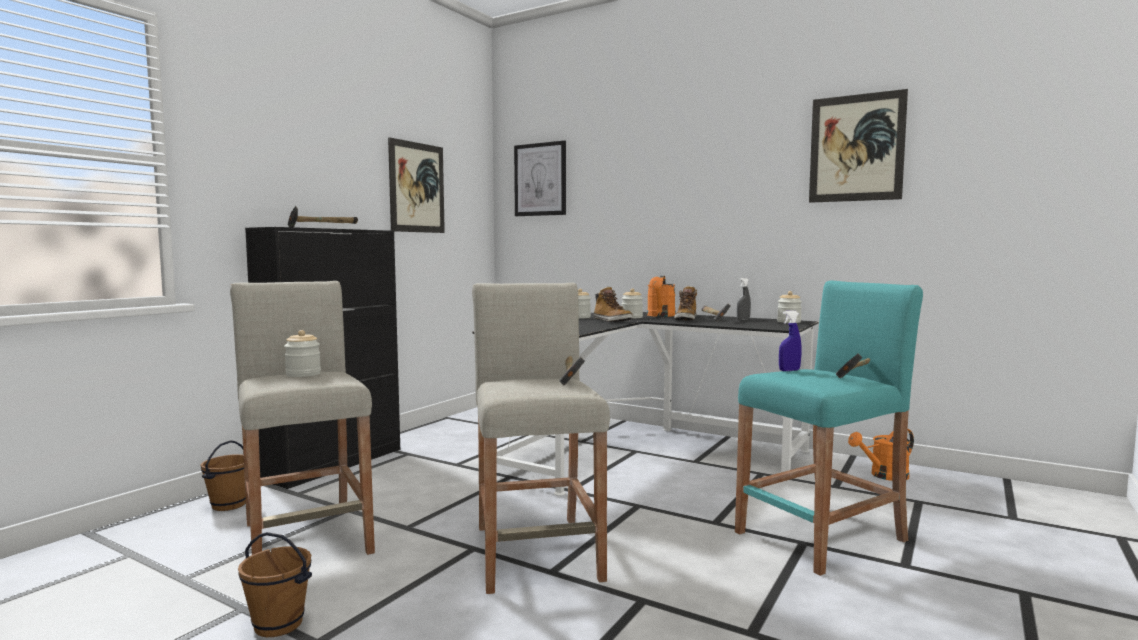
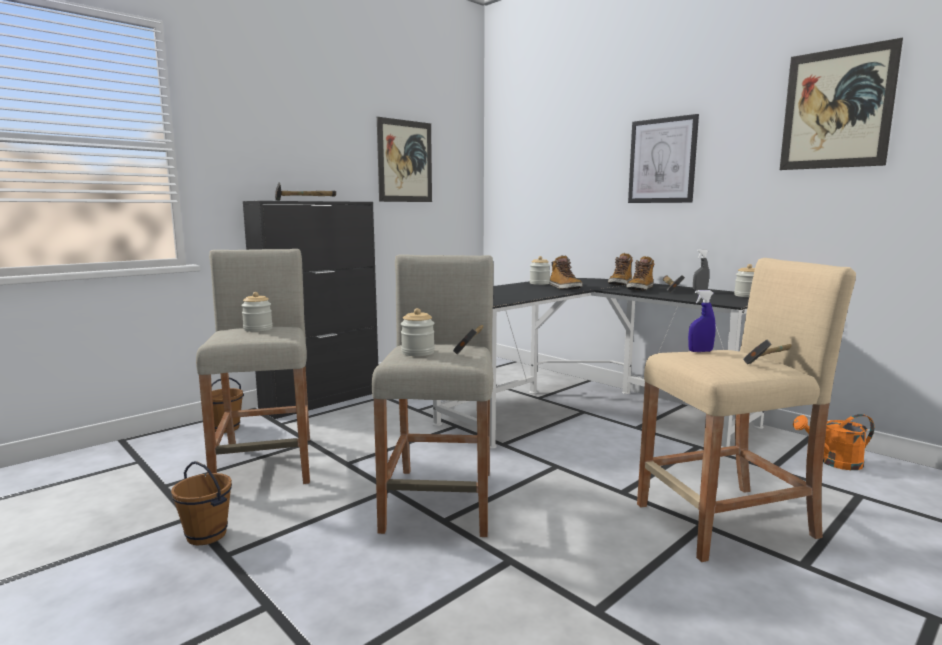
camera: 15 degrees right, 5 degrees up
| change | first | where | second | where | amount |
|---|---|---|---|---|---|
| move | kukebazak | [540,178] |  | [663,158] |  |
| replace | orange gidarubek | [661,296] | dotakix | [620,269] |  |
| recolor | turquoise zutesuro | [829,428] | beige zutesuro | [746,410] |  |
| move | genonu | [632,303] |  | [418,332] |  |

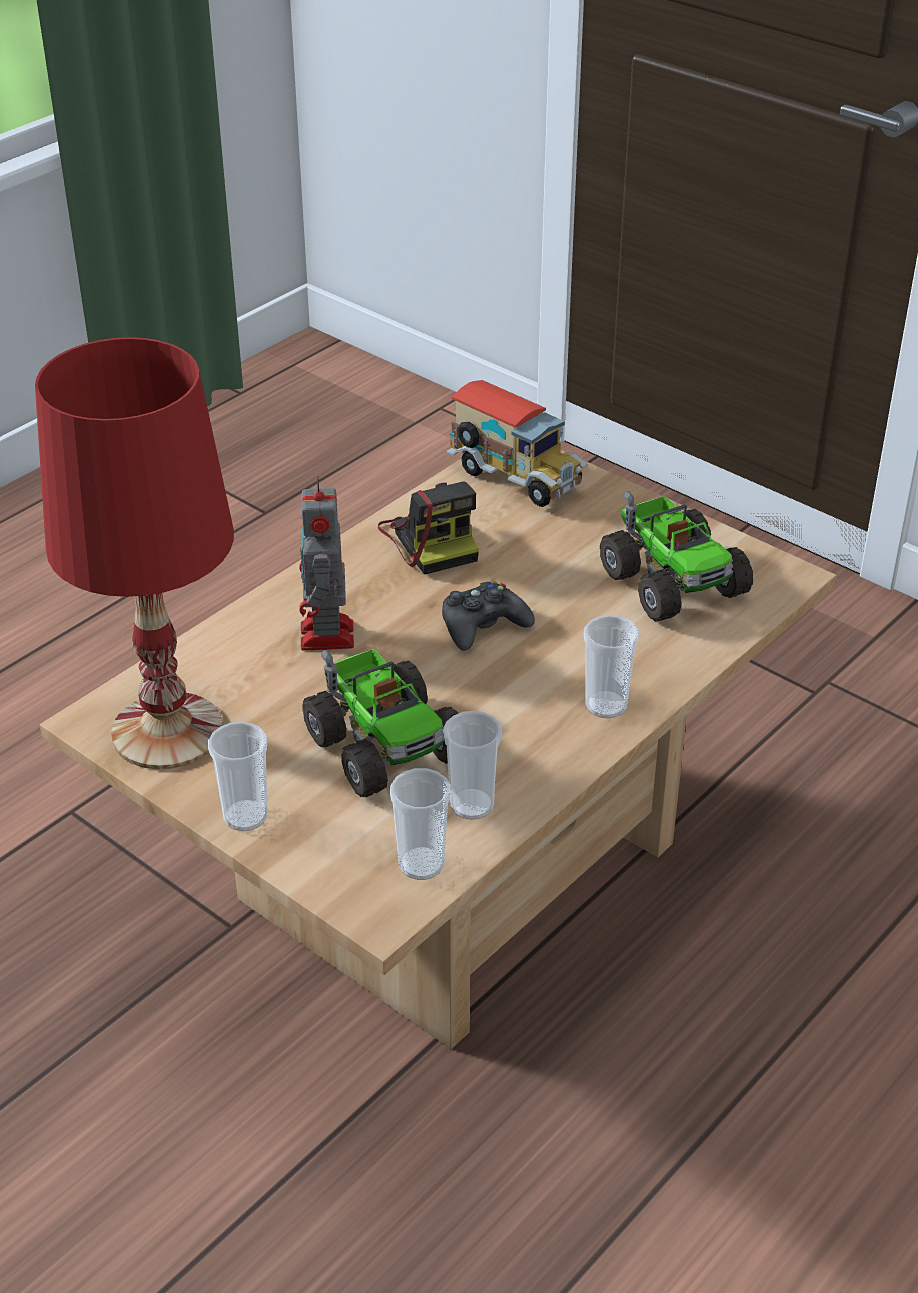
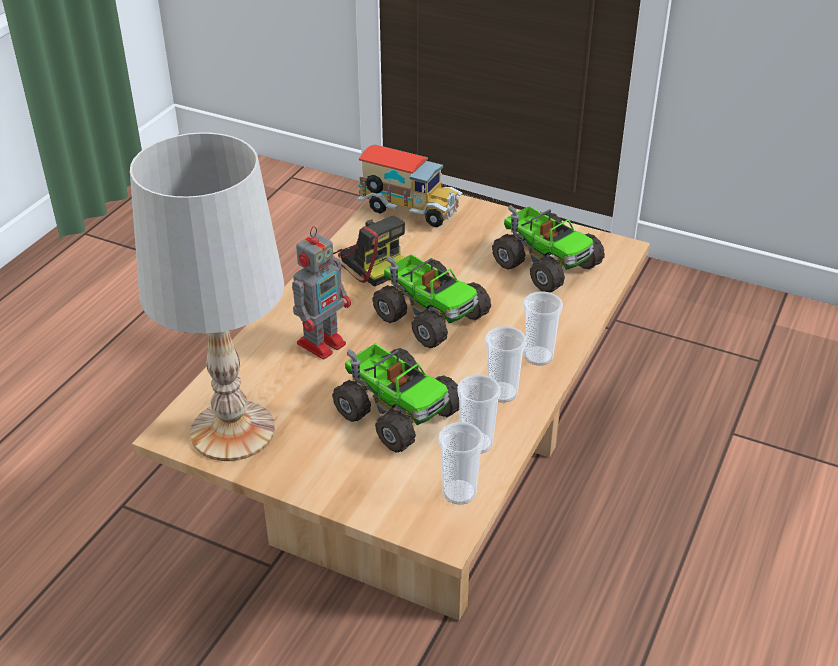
camera: 15 degrees left, 0 degrees up
| change | first | where | second | where | amount |
|---|---|---|---|---|---|
| recolor | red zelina | [134,553] | white zelina | [207,296] |  |
| rotate | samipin | [326,563] |  | [321,292] | 120 degrees counterclockwise |
| replace | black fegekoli | [488,616] | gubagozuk | [431,301] |  |
| move | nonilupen | [238,776] |  | [505,364] |  |

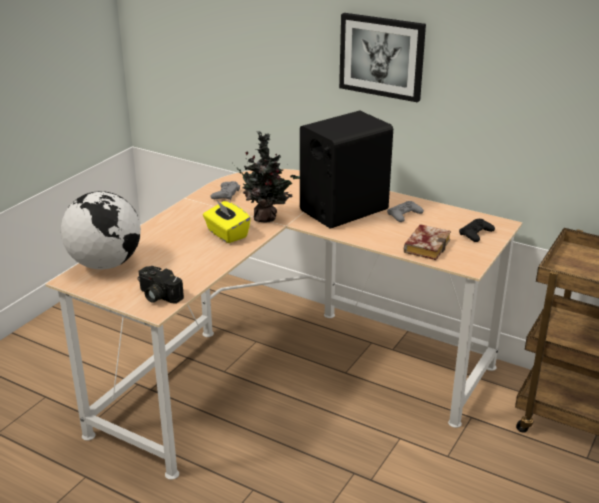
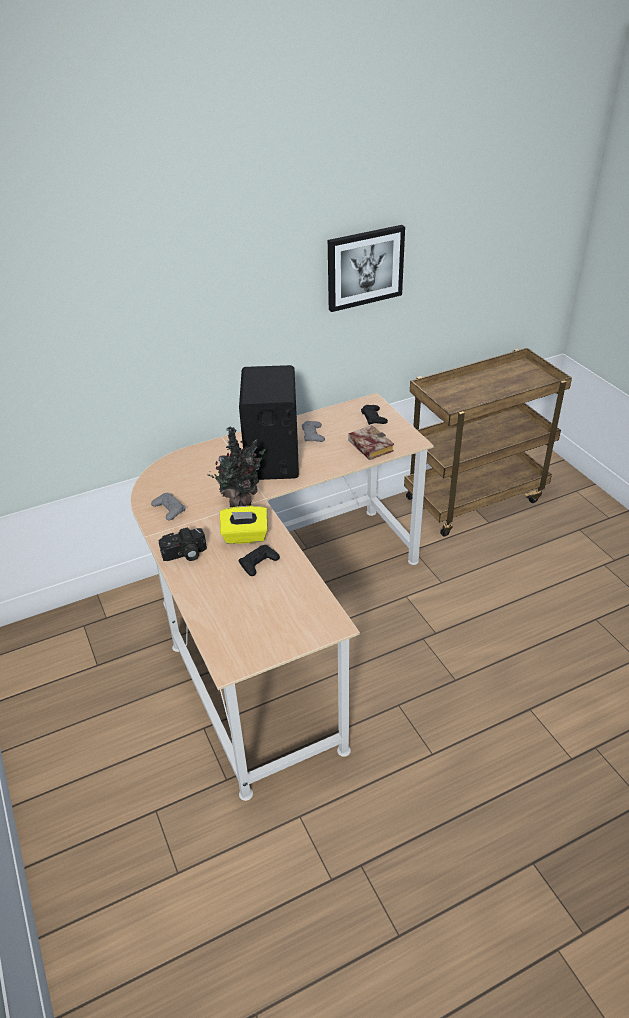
camera: 55 degrees left, 10 degrees up
| change | first | where | second | where | amount |
|---|---|---|---|---|---|
| move | kukebazak | [382,57] |  | [366,268] |  |
| delete | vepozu | [101,230] |  |  |  |
| move | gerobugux | [161,285] |  | [182,544] |  |
| insert |  |  | black fegekoli | [259,560] |  |

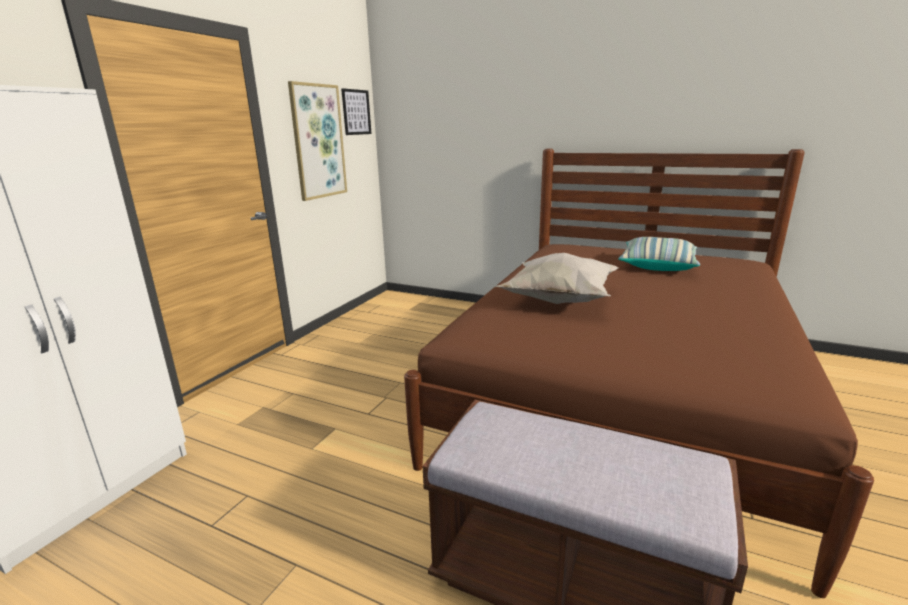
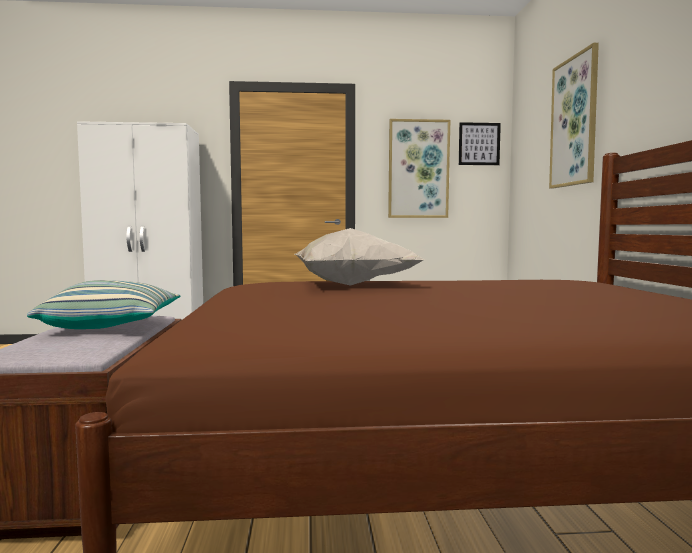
camera: 60 degrees right, 15 degrees down
| change | first | where | second | where | amount |
|---|---|---|---|---|---|
| move | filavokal | [659,254] |  | [103,304] |  |
| insert |  |  | kukebazak | [574,116] |  |

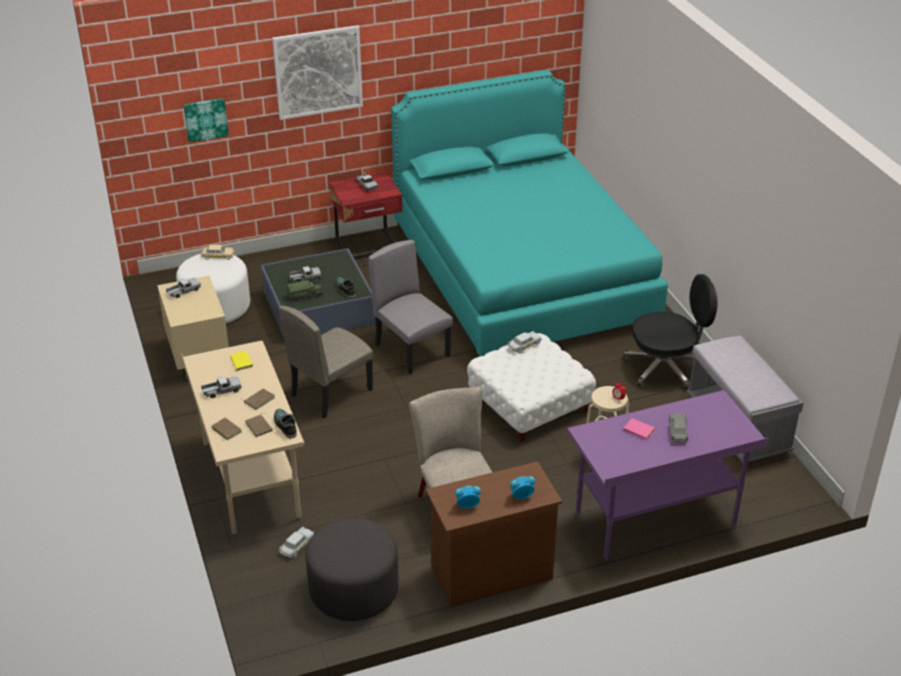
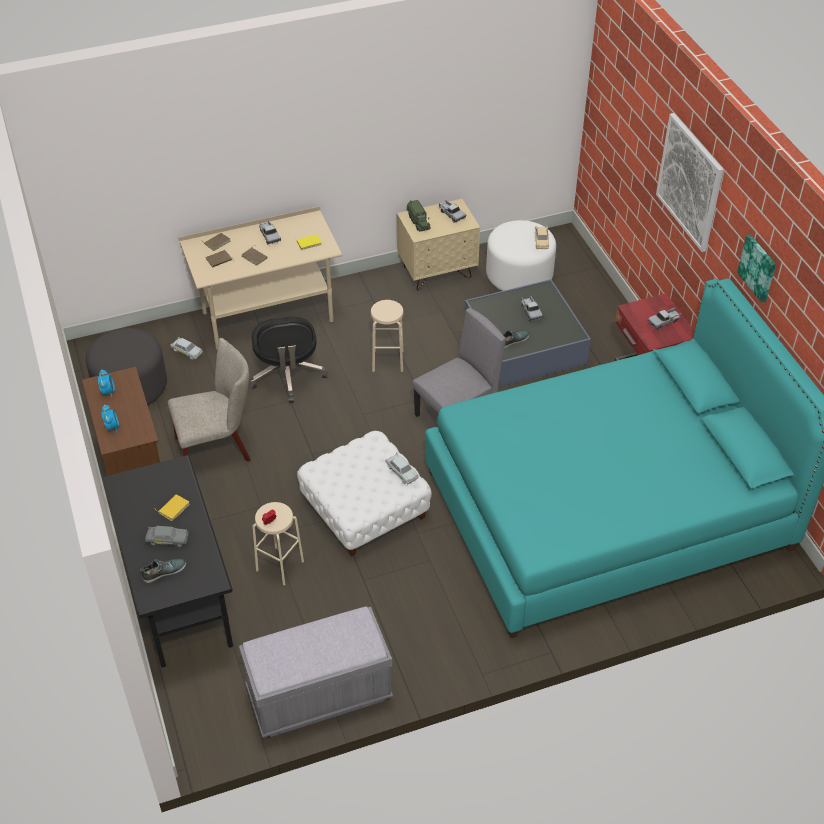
camera: 90 degrees right, 10 degrees up
| change | first | where | second | where | amount |
|---|---|---|---|---|---|
| move | kukebazak | [206,120] |  | [756,268] |  |
| move | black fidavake | [670,332] |  | [288,360] |  |
| move | gubagozuk | [305,290] |  | [419,216] |  |
| replace | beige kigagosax | [326,362] | beige zutesuro | [387,336] |  |
| recolor | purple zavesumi | [668,475] | black zavesumi | [167,562] |  |
| move | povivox | [285,423] |  | [163,570] |  |
| recolor | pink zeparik | [639,429] | yellow zeparik | [172,507] |  |

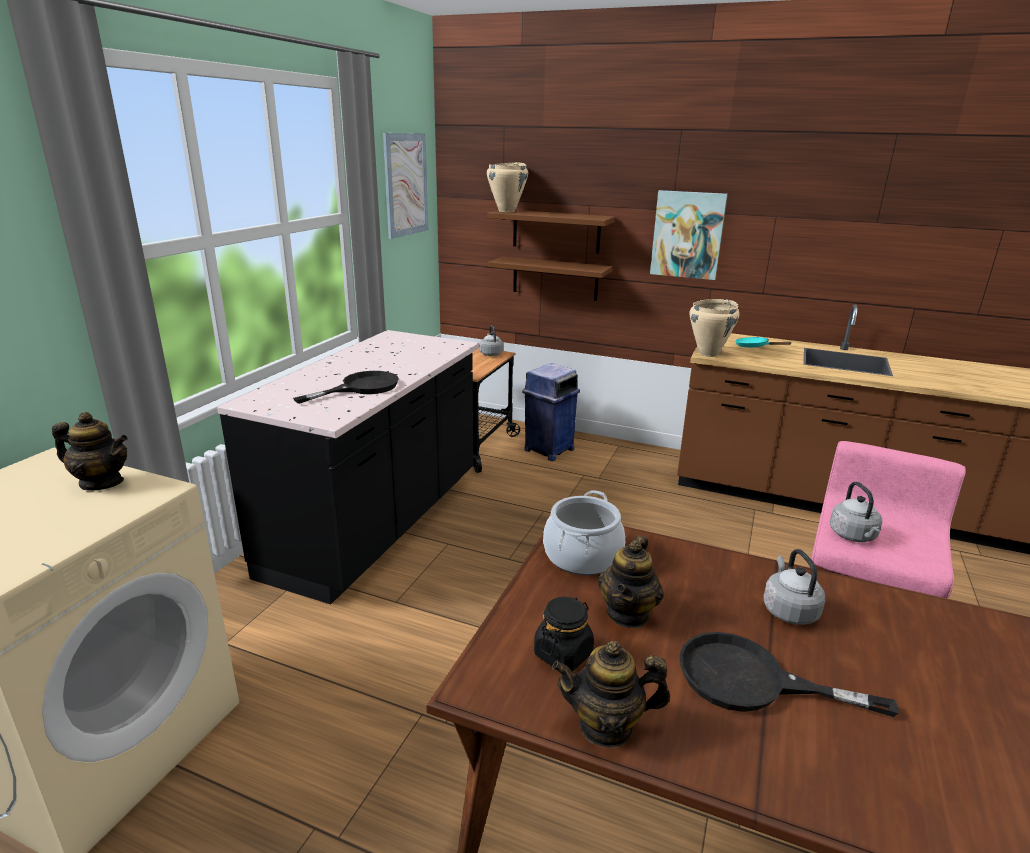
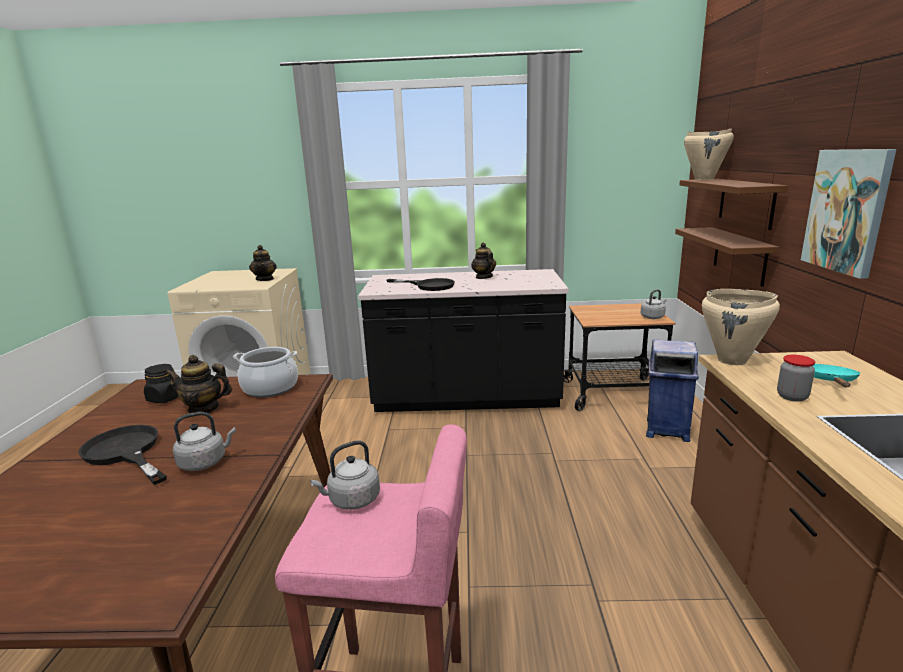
camera: 70 degrees right, 5 degrees down
| change | first | where | second | where | amount |
|---|---|---|---|---|---|
| delete | kukebazak | [406,186] |  |  |  |
| rotate | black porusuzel | [788,674] |  | [122,455] | 45 degrees counterclockwise |
| move | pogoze | [611,694] |  | [483,261] |  |
| insert |  |  | genonu | [796,378] |  |

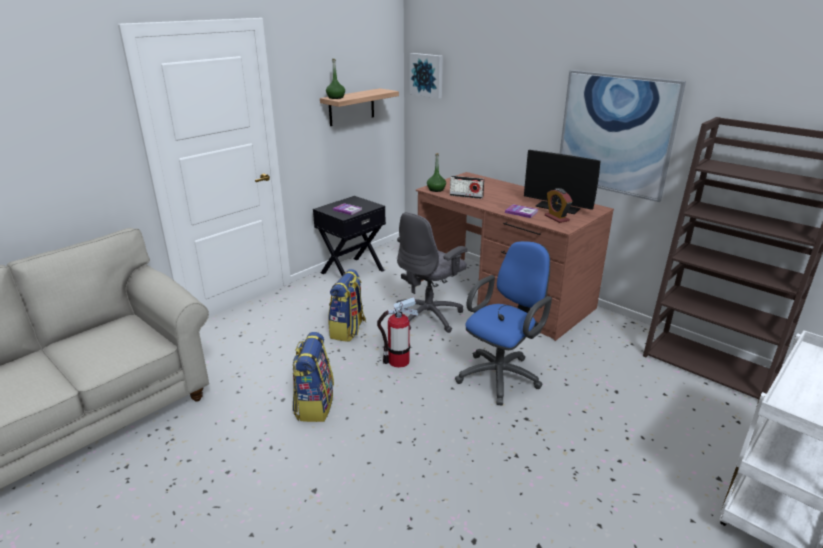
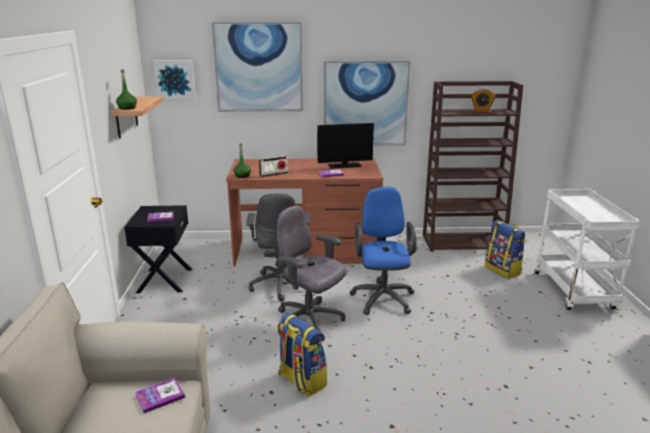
camera: 45 degrees left, 5 degrees down
| change | first | where | second | where | amount |
|---|---|---|---|---|---|
| move | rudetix | [558,205] |  | [483,101] |  |
| move | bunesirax | [347,305] |  | [505,249] |  |
| replace | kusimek | [397,332] | grey fidavake | [311,273] |  |
| insert |  |  | kukebazak | [257,67] |  |
| insert |  |  | zeparik | [160,395] |  |

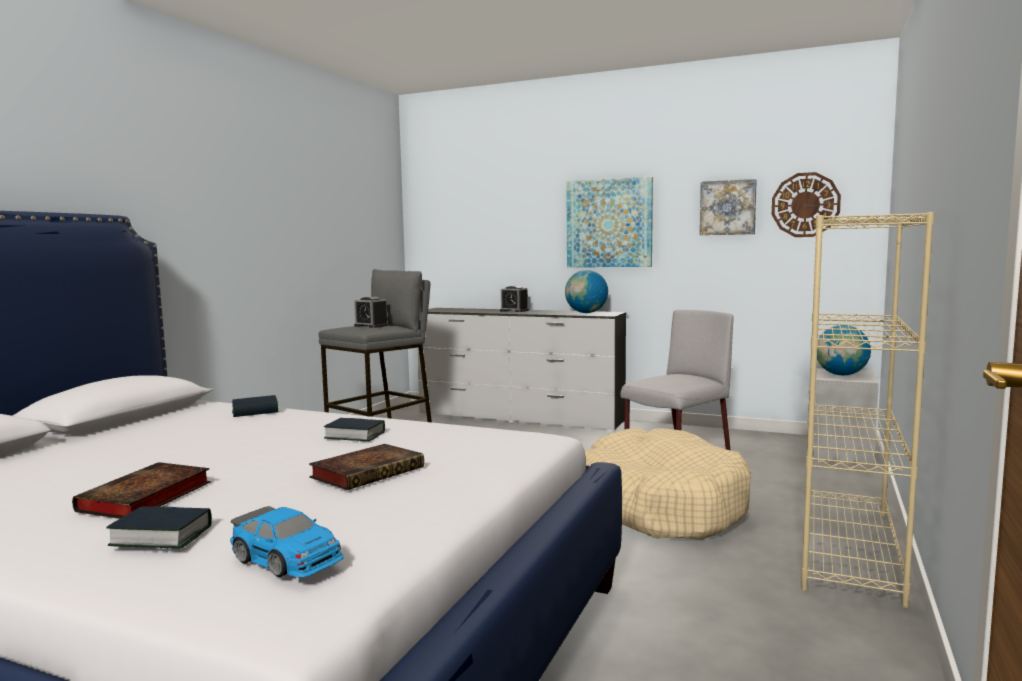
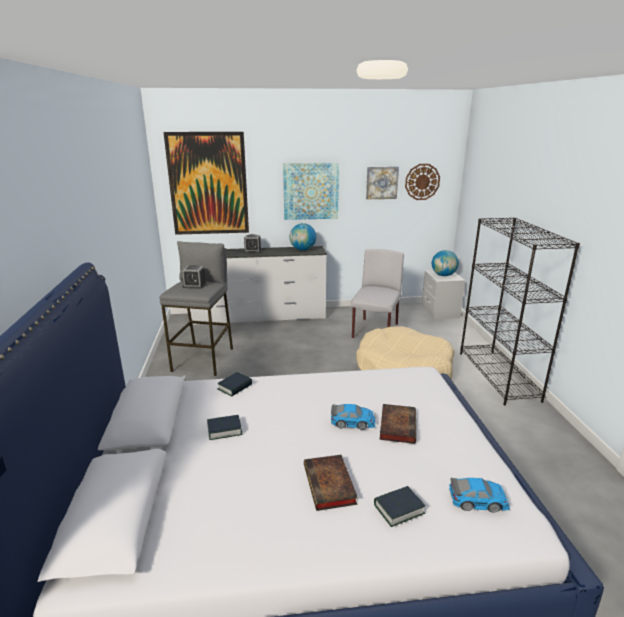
camera: 30 degrees left, 15 degrees up
| change | first | where | second | where | amount |
|---|---|---|---|---|---|
| recolor | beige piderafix | [868,410] | black piderafix | [520,311] |  |
| move | zeparik | [354,429] |  | [225,427] |  |
| insert |  |  | kukebazak | [206,183] |  |
| insert |  |  | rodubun | [353,417] |  |

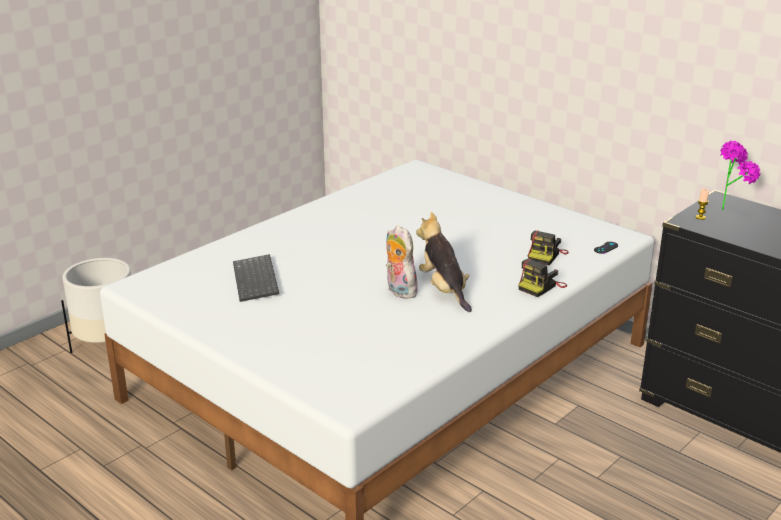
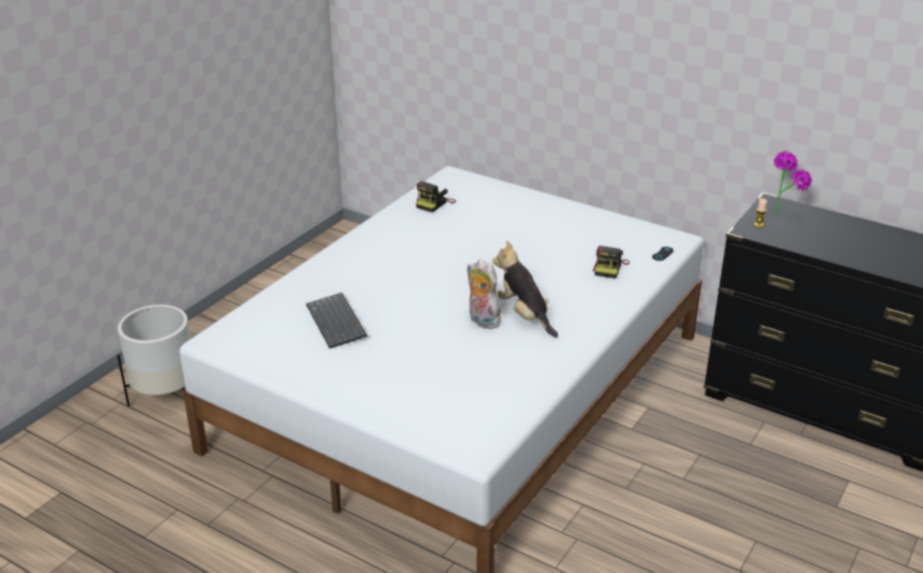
camera: 10 degrees left, 5 degrees up
| change | first | where | second | where | amount |
|---|---|---|---|---|---|
| move | gerobugux | [542,278] |  | [436,196] |  |

